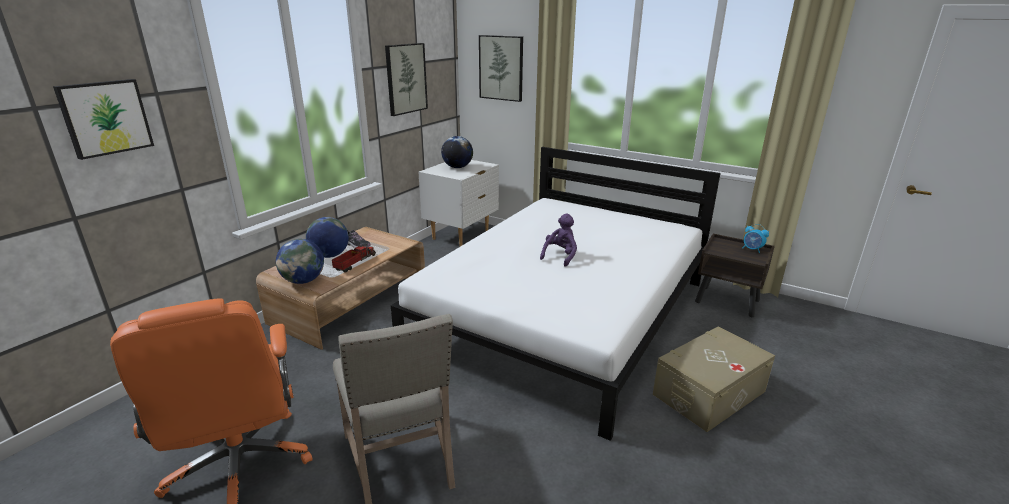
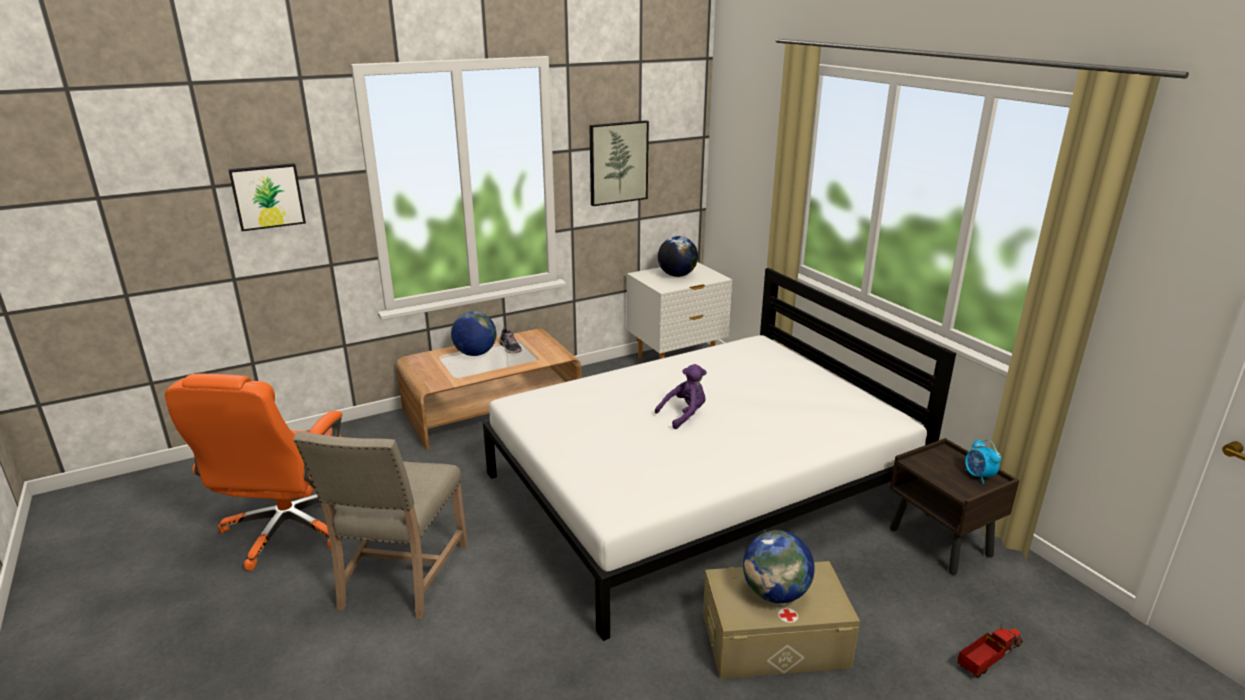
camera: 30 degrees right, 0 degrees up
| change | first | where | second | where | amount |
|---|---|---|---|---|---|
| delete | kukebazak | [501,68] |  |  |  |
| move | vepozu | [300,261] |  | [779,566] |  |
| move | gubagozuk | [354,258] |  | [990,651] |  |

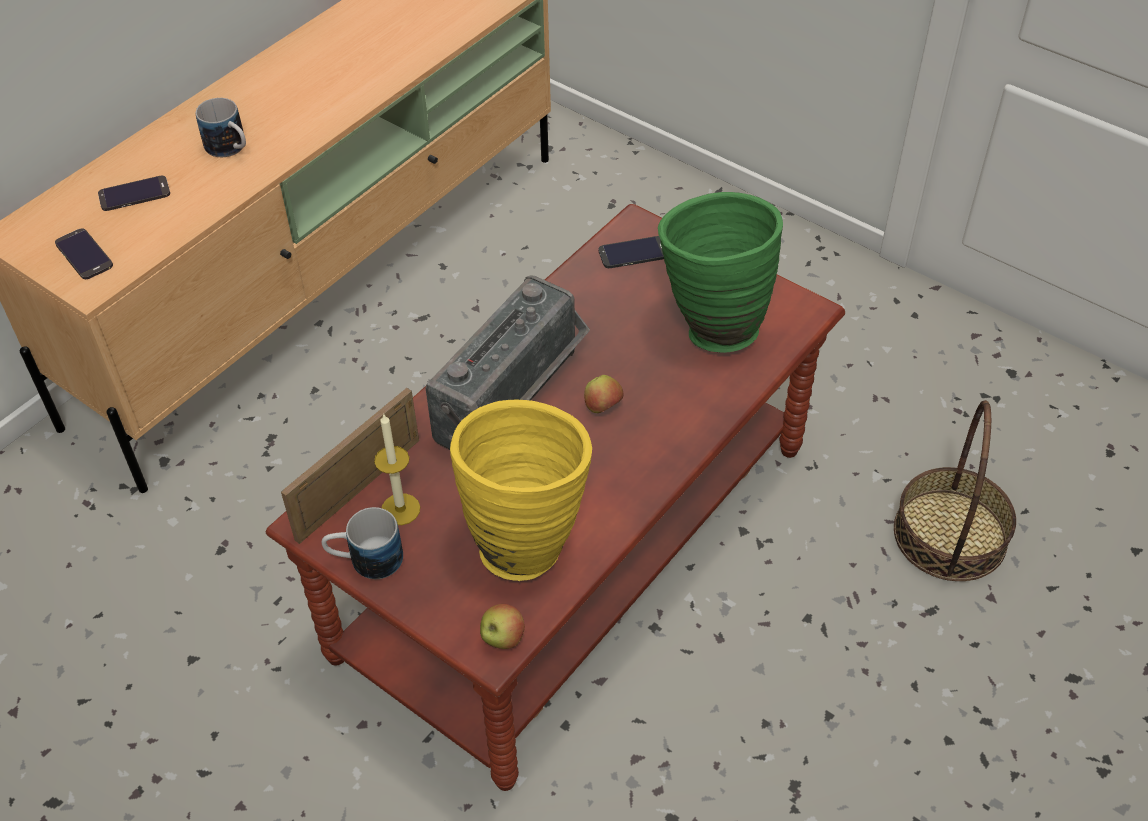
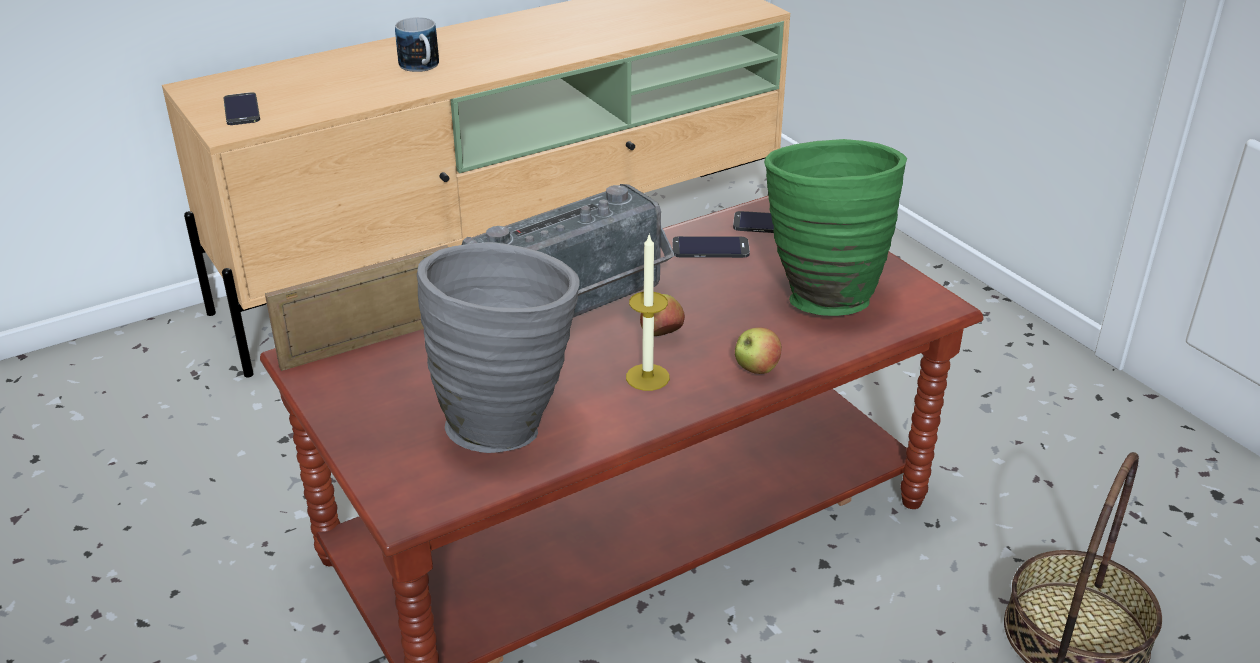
camera: 20 degrees right, 15 degrees down
| change | first | where | second | where | amount |
|---|---|---|---|---|---|
| move | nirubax | [134,193] |  | [711,247] |  |
| recolor | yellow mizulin | [521,490] | grey mizulin | [498,347] |  |
| move | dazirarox | [397,469] |  | [648,312] |  |
| delete | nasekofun | [362,543] |  |  |  |
| move | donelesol | [502,626] |  | [758,350] |  |

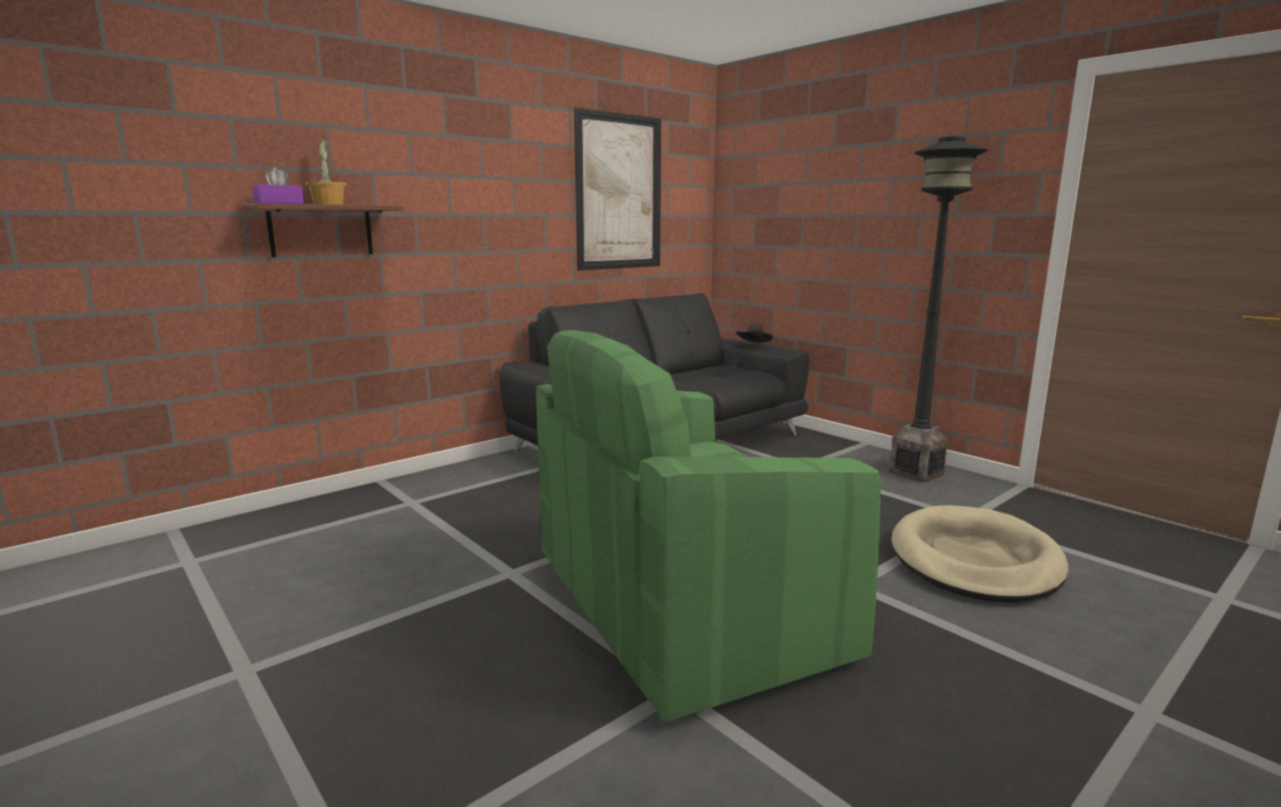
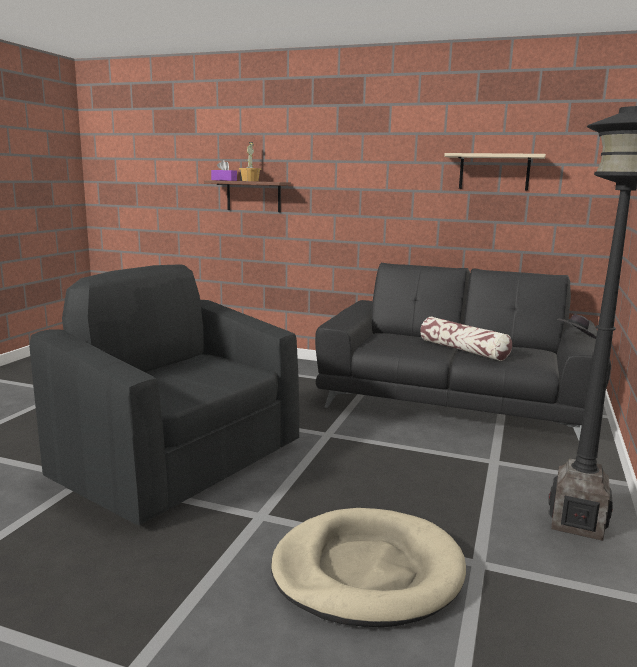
camera: 60 degrees right, 0 degrees up
| change | first | where | second | where | amount |
|---|---|---|---|---|---|
| replace | kukebazak | [617,189] | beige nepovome | [495,171] |  |
| recolor | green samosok | [708,525] | black samosok | [164,394] |  |
| insert |  |  | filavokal | [466,339] |  |

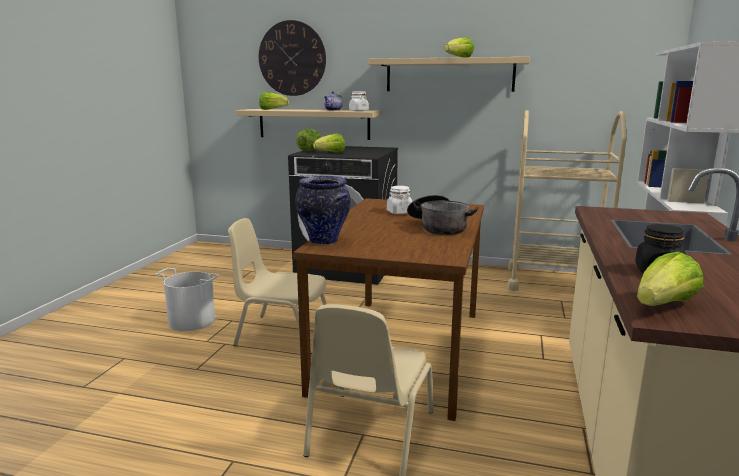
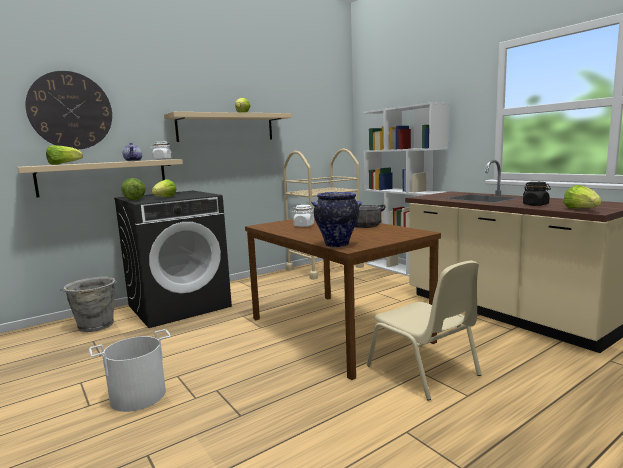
camera: 50 degrees left, 5 degrees down
| change | first | where | second | where | amount |
|---|---|---|---|---|---|
| delete | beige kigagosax | [277,286] |  |  |  |
| insert |  |  | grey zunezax | [88,304] |  |

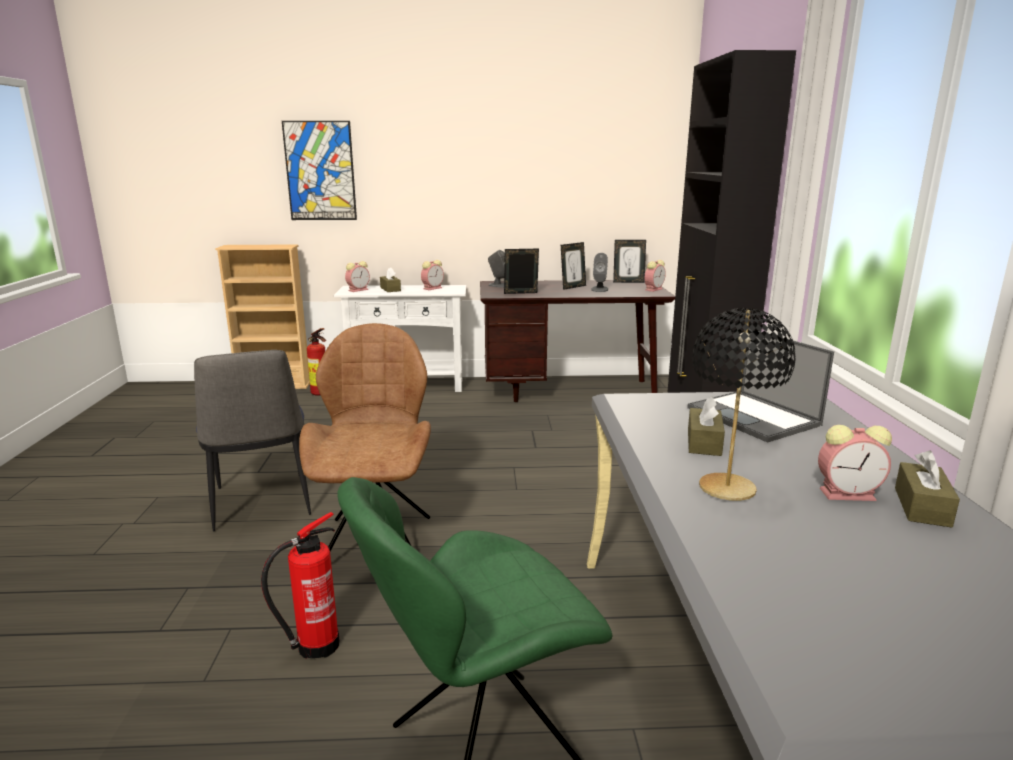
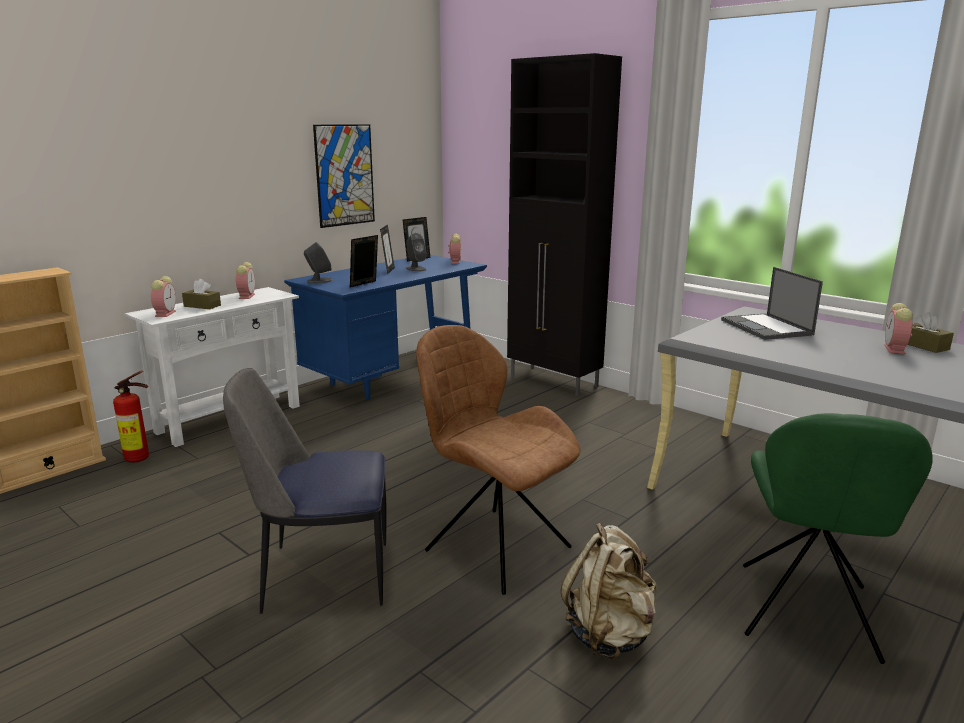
camera: 45 degrees left, 0 degrees up
| change | first | where | second | where | amount |
|---|---|---|---|---|---|
| move | kukebazak | [319,170] |  | [344,176] |  |
| recolor | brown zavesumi | [577,341] | blue zavesumi | [385,327] |  |
| delete | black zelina | [744,404] |  |  |  |
| rotate | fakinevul | [760,385] |  | [772,303] | 60 degrees clockwise |
| rotate | kigagosax | [252,441] |  | [304,491] | 150 degrees clockwise |
| delete | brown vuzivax | [706,426] |  |  |  |
| rotate | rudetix | [855,463] |  | [899,328] | 150 degrees clockwise |
| replace | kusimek | [300,585] | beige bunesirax | [609,590] |  |

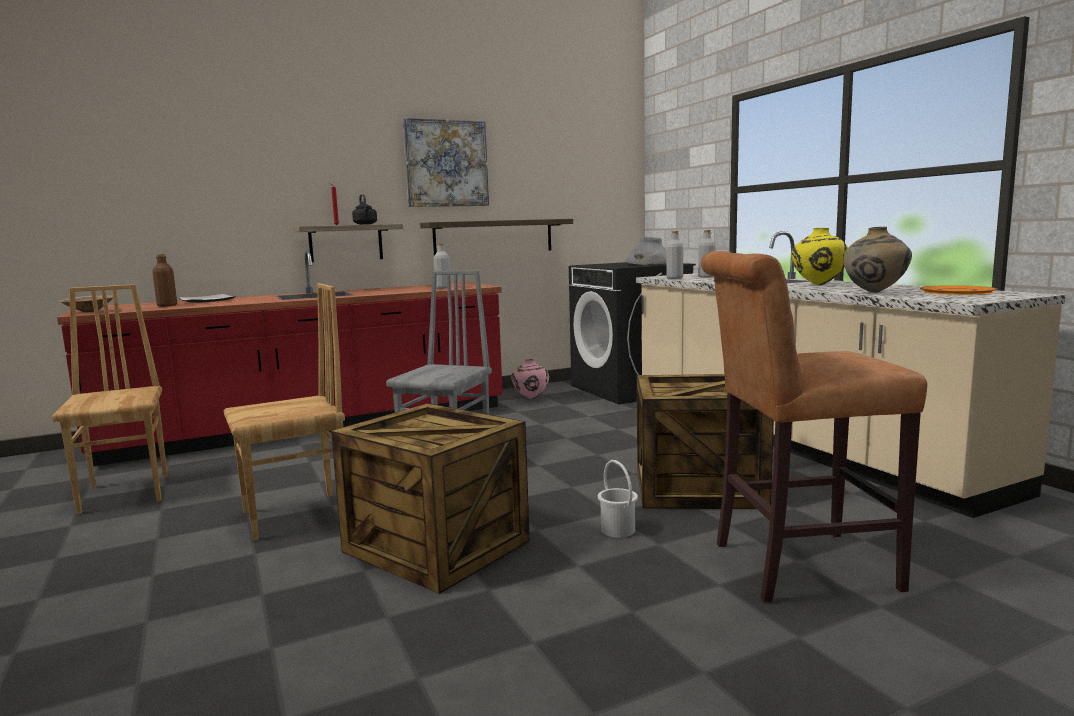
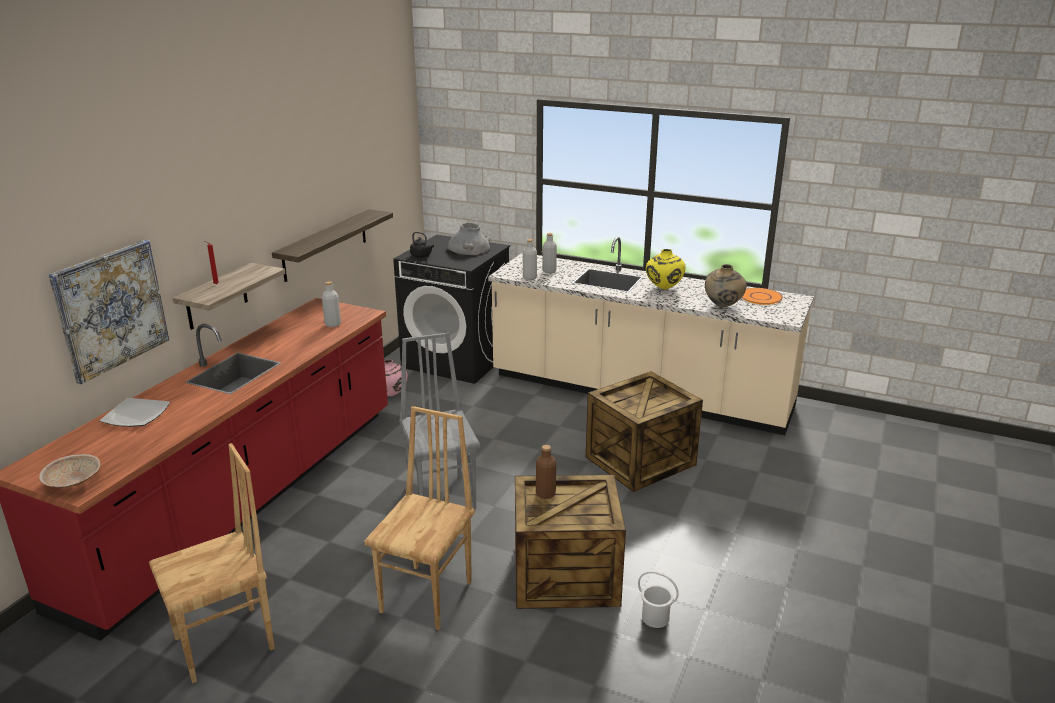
camera: 40 degrees left, 15 degrees up
| change | first | where | second | where | amount |
|---|---|---|---|---|---|
| move | kukebazak | [446,162] |  | [109,312] |  |
| move | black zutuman | [364,209] |  | [422,245] |  |
| delete | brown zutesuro | [814,427] |  |  |  |
| move | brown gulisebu | [164,280] |  | [546,472] |  |
| rotate | brown kigagosax | [110,399] |  | [212,563] | 120 degrees clockwise |
| move | white zunezax | [618,499] |  | [658,599] |  |

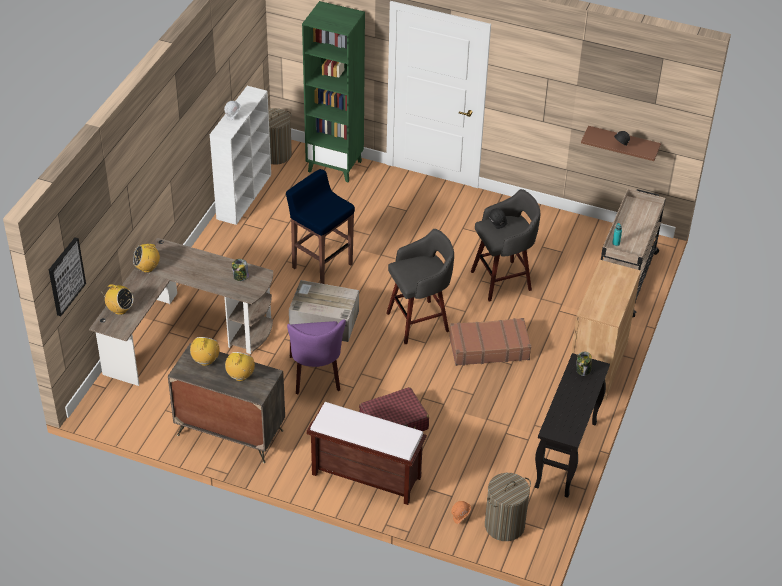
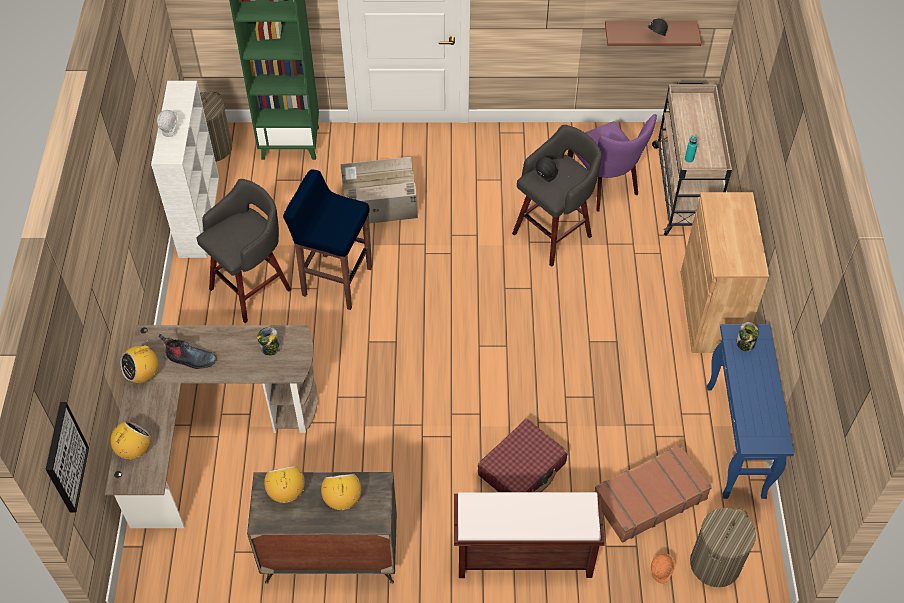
camera: 20 degrees left, 10 degrees up
| change | first | where | second | where | amount |
|---|---|---|---|---|---|
| move | grey zutesuro | [420,286] |  | [243,251] |  |
| move | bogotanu | [324,311] |  | [379,190] |  |
| rotate | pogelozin | [118,300] |  | [131,440] | 60 degrees counterclockwise |
| move | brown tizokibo | [490,342] |  | [653,493] |  |
| move | purple kigagosax | [316,356] |  | [612,162] |  |
| recolor | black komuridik | [572,425] | blue komuridik | [750,411] |  |
| insert |  |  | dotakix | [187,351] |  |

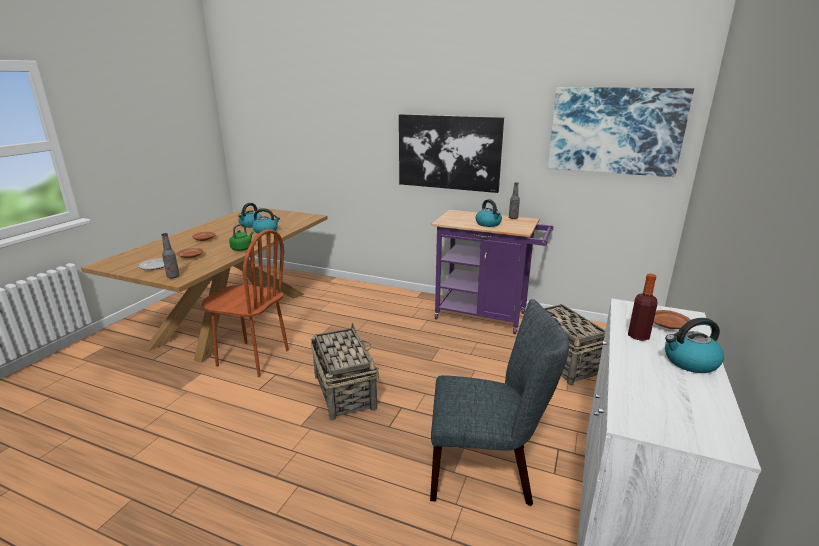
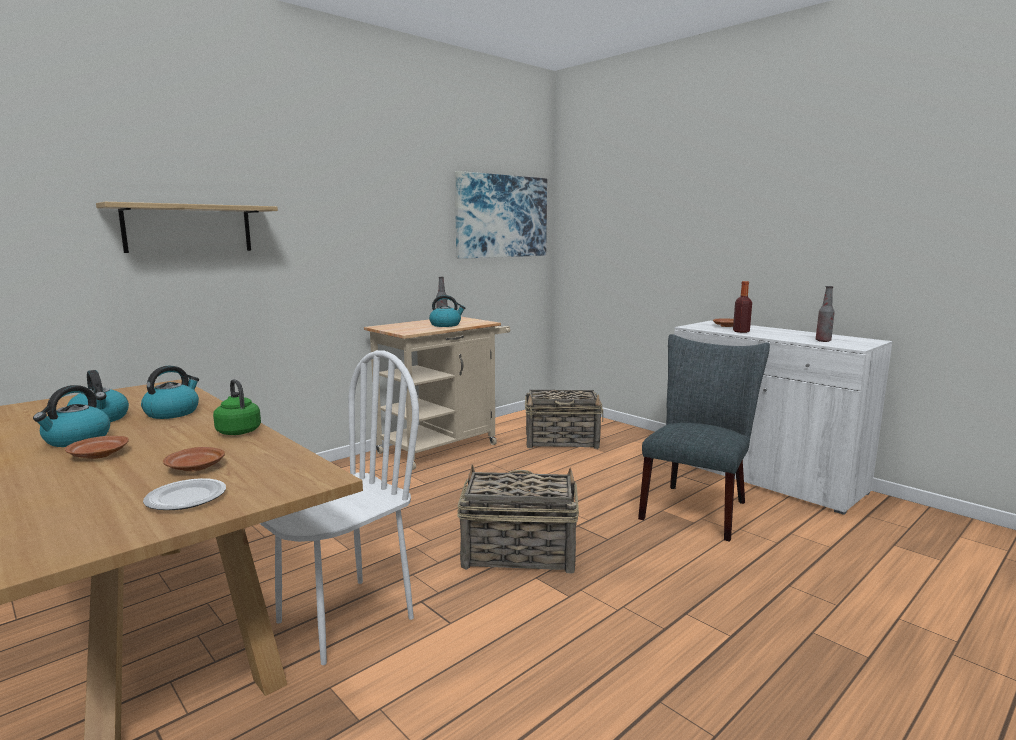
camera: 65 degrees left, 10 degrees down
| change | first | where | second | where | amount |
|---|---|---|---|---|---|
| delete | kukebazak | [451,153] |  |  |  |
| recolor | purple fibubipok | [492,272] | beige fibubipok | [437,393] |  |
| recolor | brown kigagosax | [245,303] | white kigagosax | [339,507] |  |
| move | gulisebu | [170,256] |  | [825,314] |  |
| move | zutuman | [694,345] |  | [71,416] |  |
| insert |  |  | nepovome | [187,227] |  |

